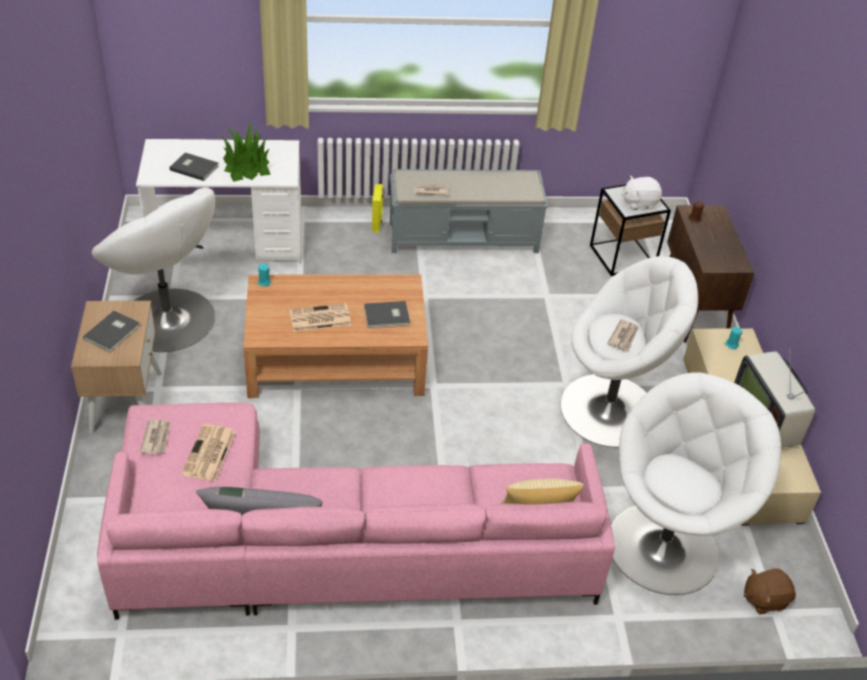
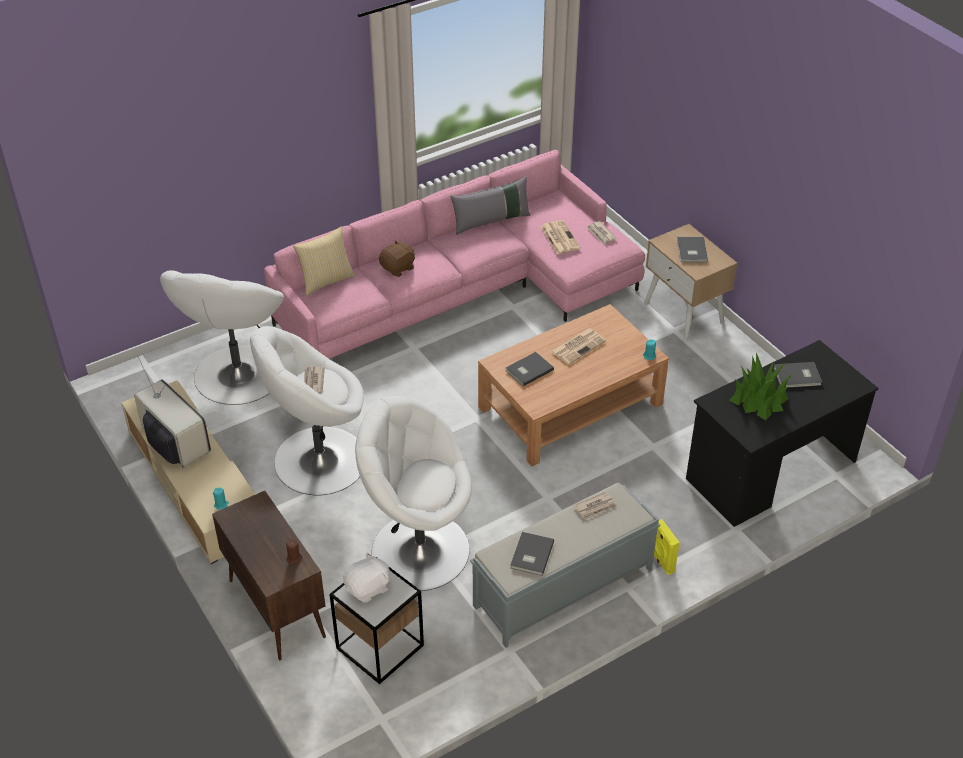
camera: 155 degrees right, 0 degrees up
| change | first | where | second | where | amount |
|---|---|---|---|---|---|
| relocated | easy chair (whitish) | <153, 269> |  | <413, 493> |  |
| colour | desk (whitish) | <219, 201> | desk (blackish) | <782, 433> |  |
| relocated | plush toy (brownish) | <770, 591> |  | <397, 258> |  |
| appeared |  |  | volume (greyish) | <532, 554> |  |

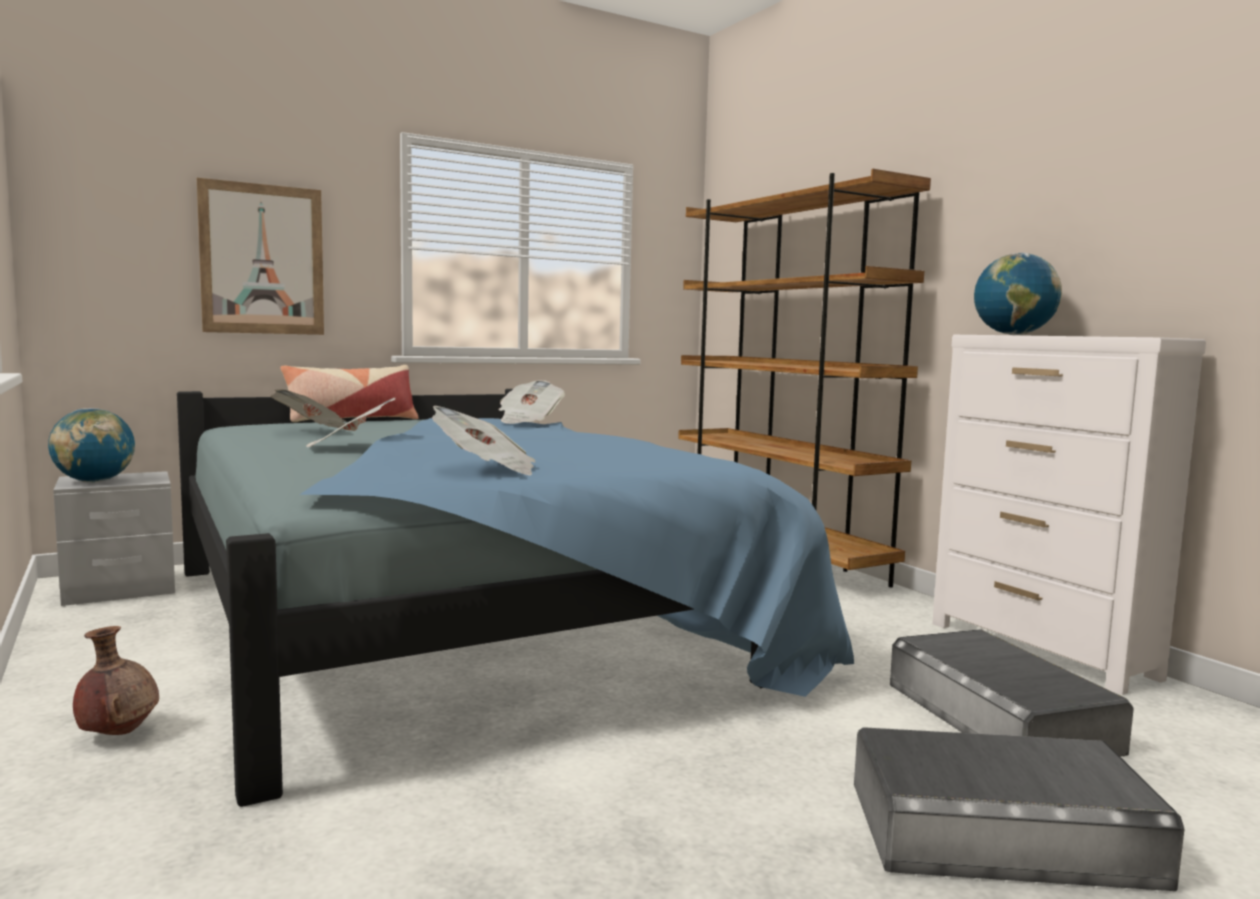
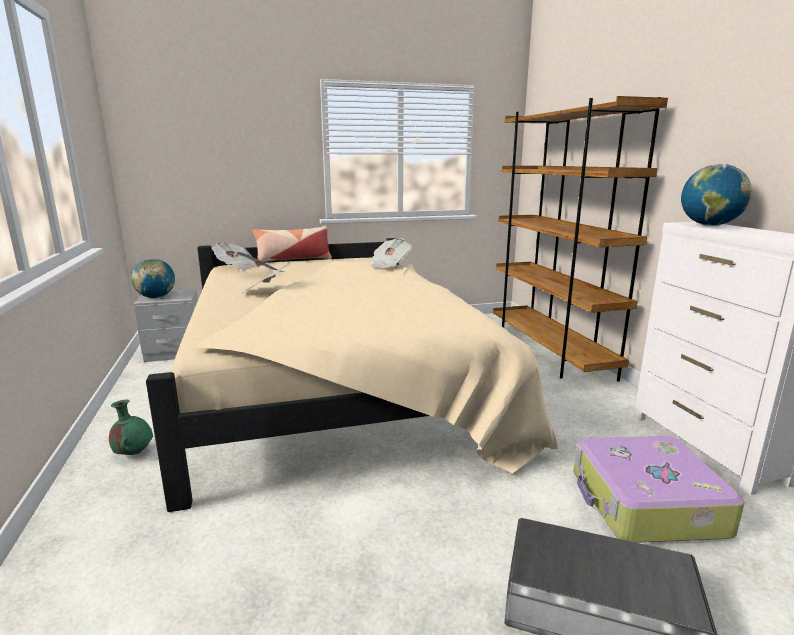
camera: 15 degrees right, 10 degrees up
| change | first | where | second | where | amount |
|---|---|---|---|---|---|
| colour | vase (brownish) | <116, 680> | vase (green) | <131, 427> |  |
| colour | bedroom bed (blue-coloured) | <515, 598> | bedroom bed (beige-coloured) | <352, 375> |  |
| missing | wall art | <260, 256> |  |  |  |
| relocated | printed paper | <483, 440> |  | <234, 256> |  |
| exchanged | storage bin (greyish) | <1012, 693> | suitcase | <659, 489> |  |

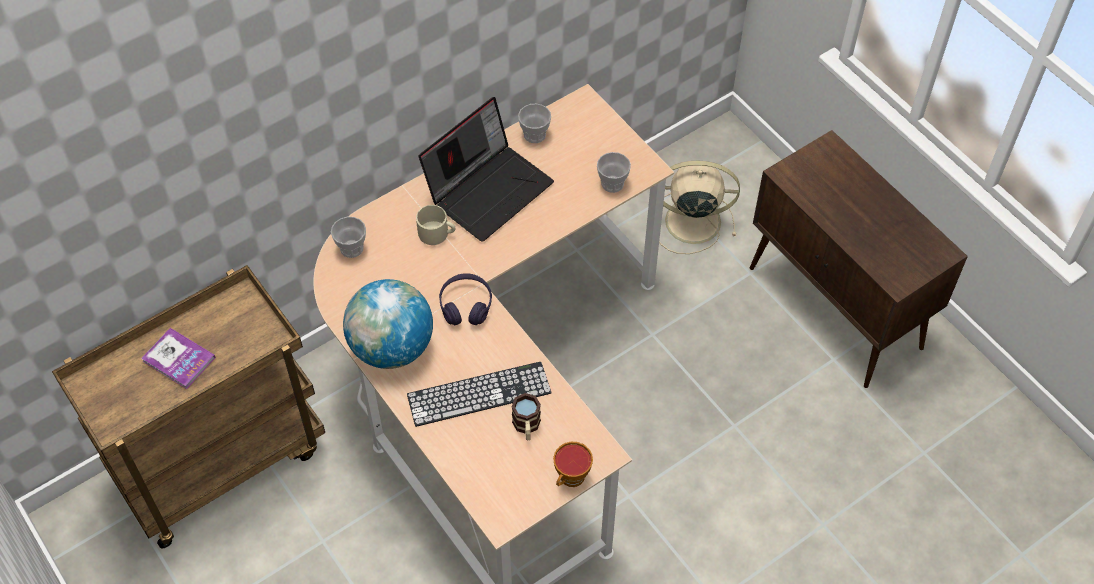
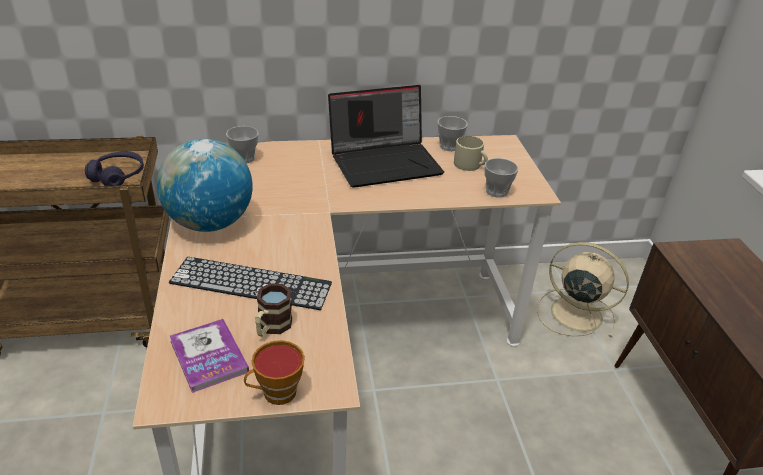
camera: 25 degrees right, 20 degrees down
| change | first | where | second | where | amount |
|---|---|---|---|---|---|
| relocated | volume | <178, 358> |  | <209, 356> |  |
| relocated | coffee mug (beige-coloured) | <435, 225> |  | <471, 153> |  |
| relocated | pair of headphones (purple) | <465, 299> |  | <114, 168> |  |

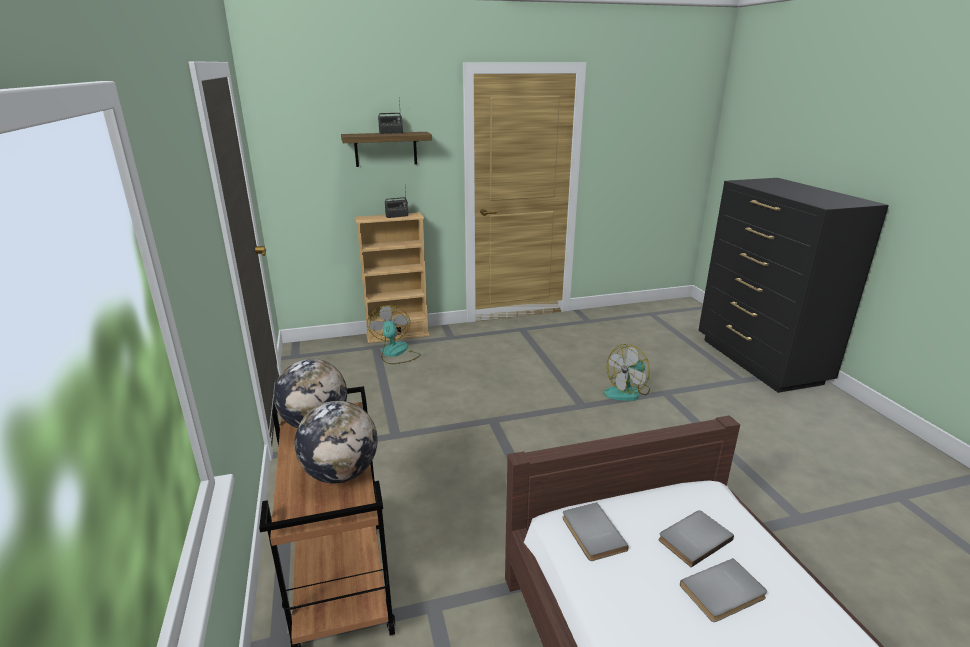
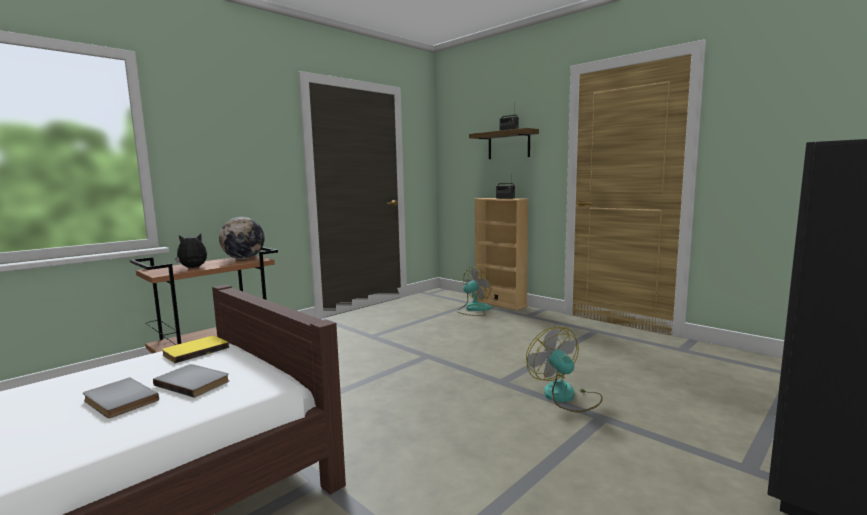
camera: 60 degrees right, 15 degrees down
| change | first | where | second | where | amount |
|---|---|---|---|---|---|
| exchanged | desk globe | <336, 442> | plush toy | <191, 251> |  |
| colour | volume (greyish) | <595, 532> | volume (yellow) | <195, 349> |  |
| spun | fan | <626, 372> |  | <564, 370> | 45 degrees clockwise |

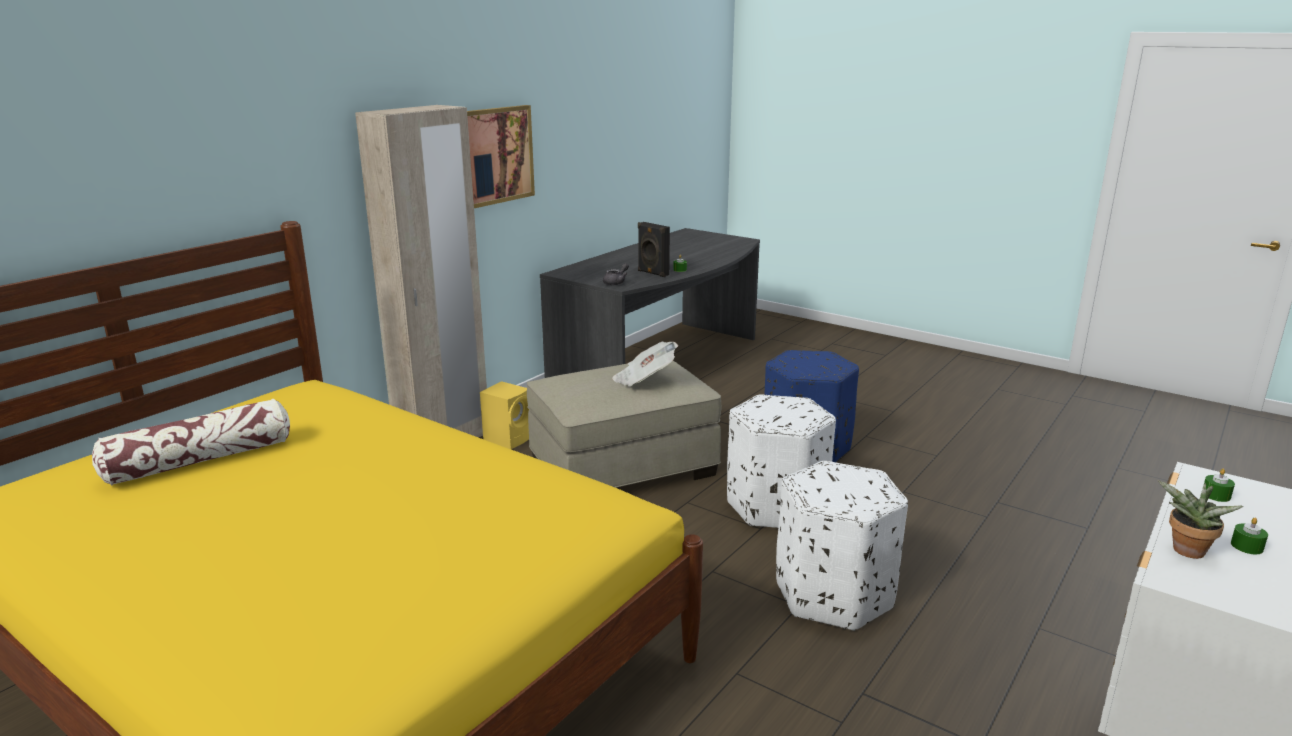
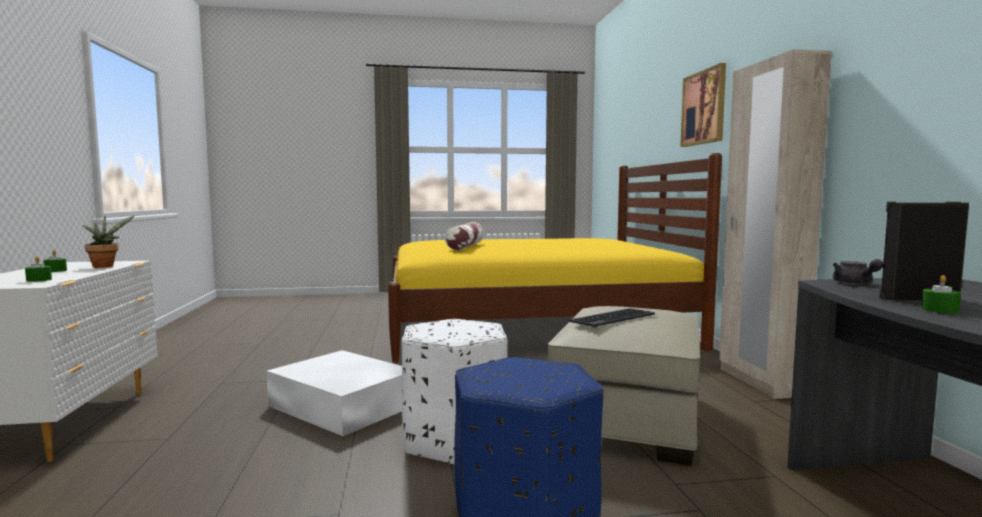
camera: 135 degrees right, 15 degrees down
| change | first | where | second | where | amount |
|---|---|---|---|---|---|
| relocated | throw pillow | <191, 442> |  | <464, 236> |  |
| relocated | wall art | <501, 156> |  | <703, 105> |  |
| missing | speaker (yellow) | <504, 415> |  |  |  |
| exchanged | printed paper | <645, 364> | PC keyboard | <612, 317> |  |
| exchanged | pouffe (whitish) | <842, 546> | storage bin (whitish) | <334, 393> |  |

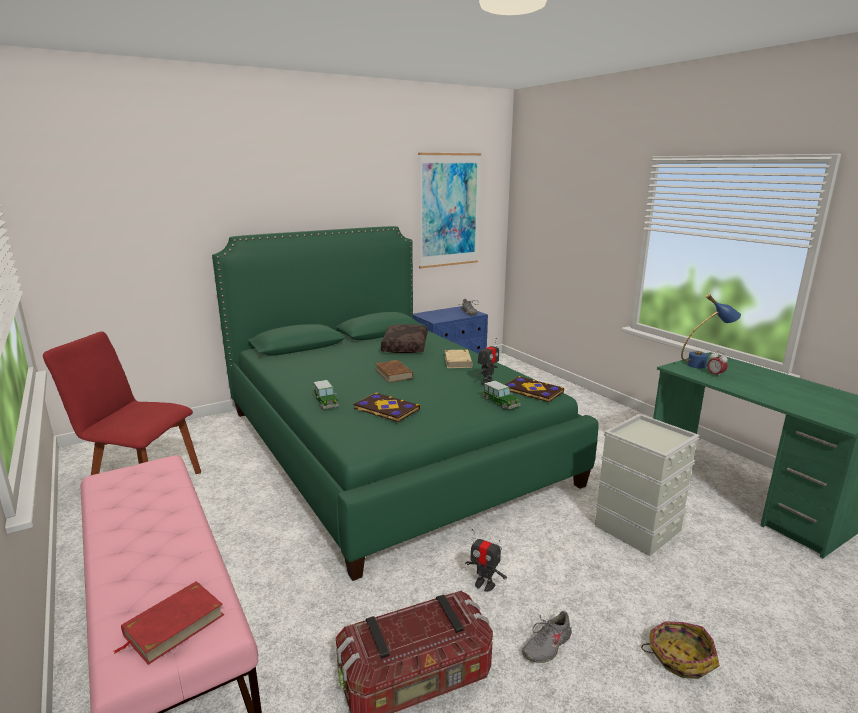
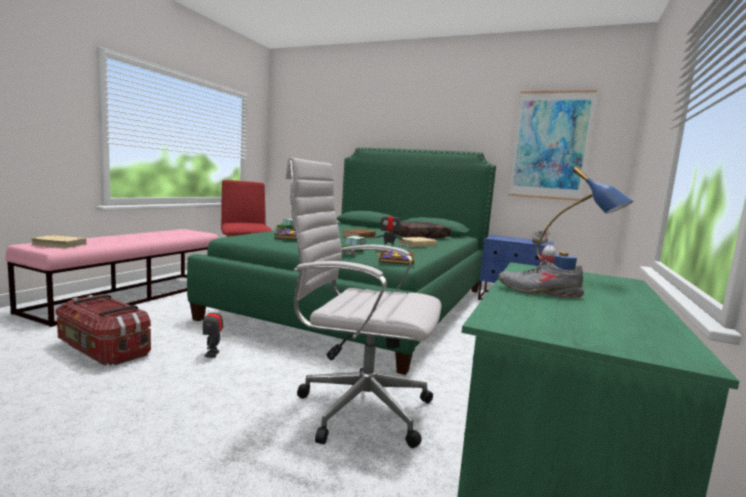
camera: 55 degrees right, 10 degrees down
| change | first | where | second | where | amount |
|---|---|---|---|---|---|
| colour | volume (red-coloured) | <169, 623> | volume (beige-coloured) | <58, 242> |  |
| relocated | item of footwear (greyish) | <548, 637> |  | <541, 278> |  |
| exchanged | storage bin (greyish) | <647, 485> | office chair (whitish) | <363, 302> |  |
| missing | basket | <680, 650> |  |  |  |

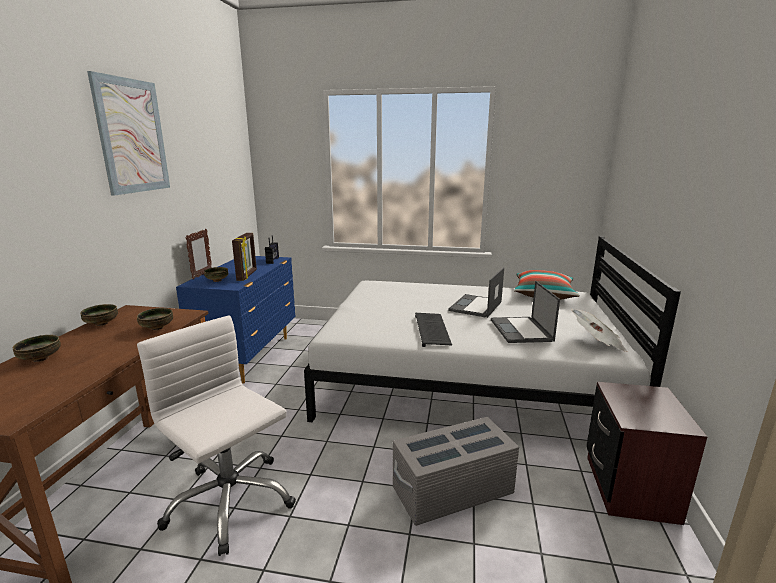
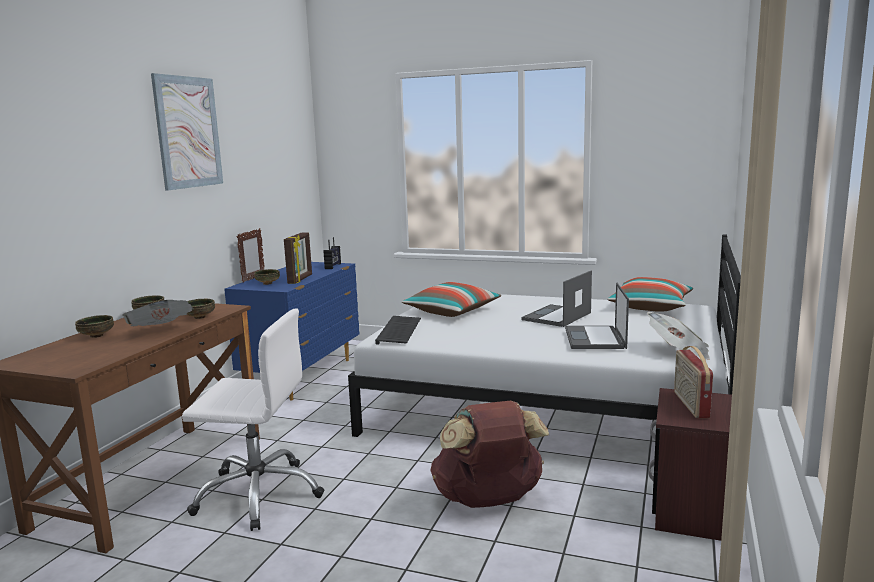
camera: 10 degrees right, 5 degrees down
| change | first | where | second | where | amount |
|---|---|---|---|---|---|
| spun | office chair (whitish) | <216, 435> |  | <253, 420> | 135 degrees clockwise |
| exchanged | storage bin (greyish) | <456, 471> | backpack (brownish) | <489, 454> |  |
| relocated | PC keyboard | <433, 330> |  | <398, 330> |  |
| appeared |  |  | printed paper | <158, 313> |  |
| appeared |  |  | throw pillow | <451, 299> |  |
| appeared |  |  | radio | <693, 382> |  |

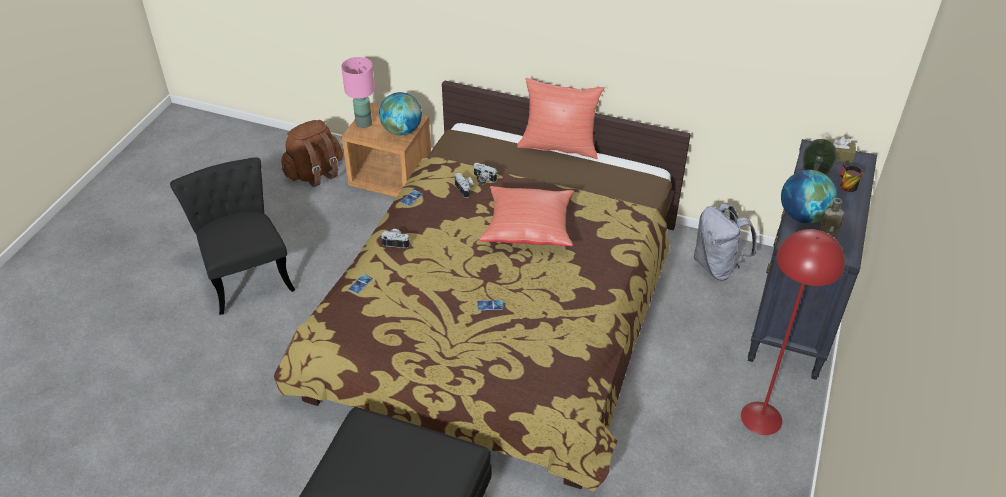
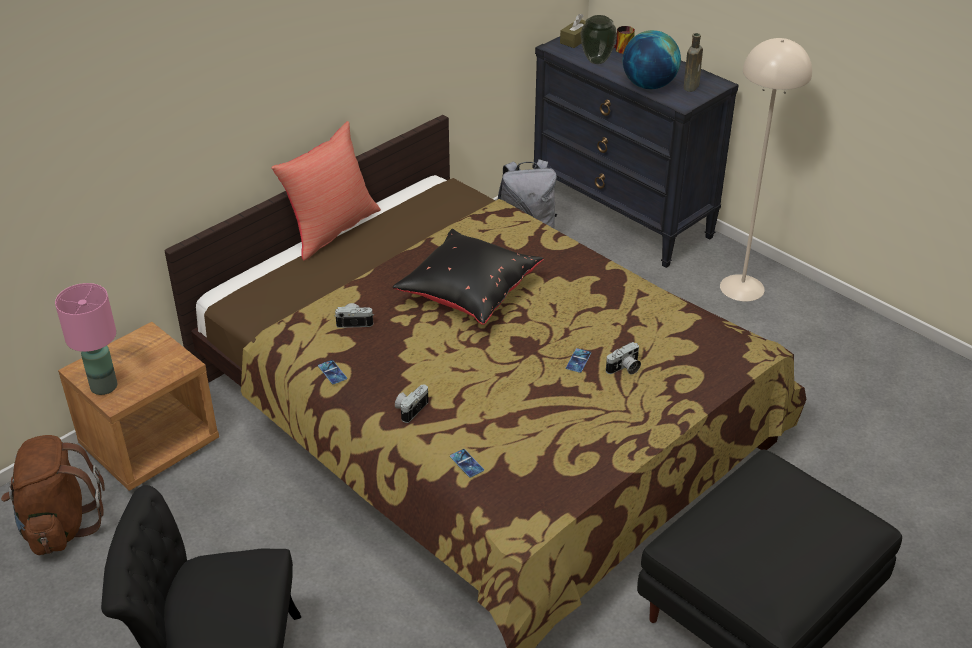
camera: 65 degrees left, 5 degrees down
| change | first | where | second | where | amount |
|---|---|---|---|---|---|
| missing | desk globe | <400, 113> |  |  |  |
| relocated | still camera | <485, 173> |  | <623, 358> |  |
| colour | throw pillow (red-coloured) | <526, 216> | throw pillow (blackish) | <468, 277> |  |
| colour | standard lamp (red-coloured) | <793, 332> | standard lamp (beige-coloured) | <766, 169> |  |

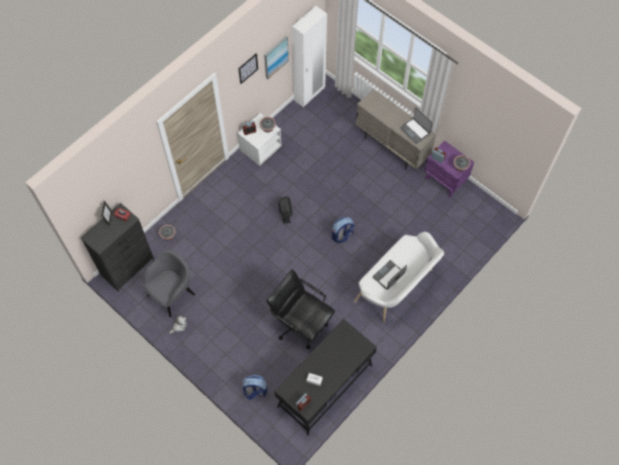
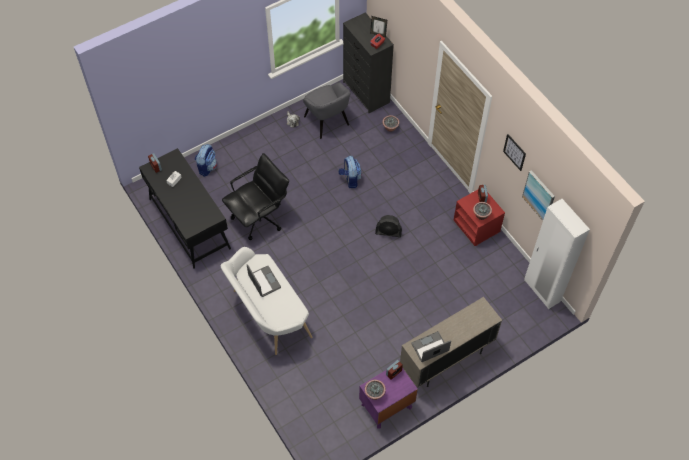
camera: 105 degrees right, 5 degrees down
| change | first | where | second | where | amount |
|---|---|---|---|---|---|
| colour | night table (whitish) | <260, 139> | night table (red-coloured) | <479, 218> |  |
| relocated | backpack | <343, 230> |  | <350, 172> |  |

